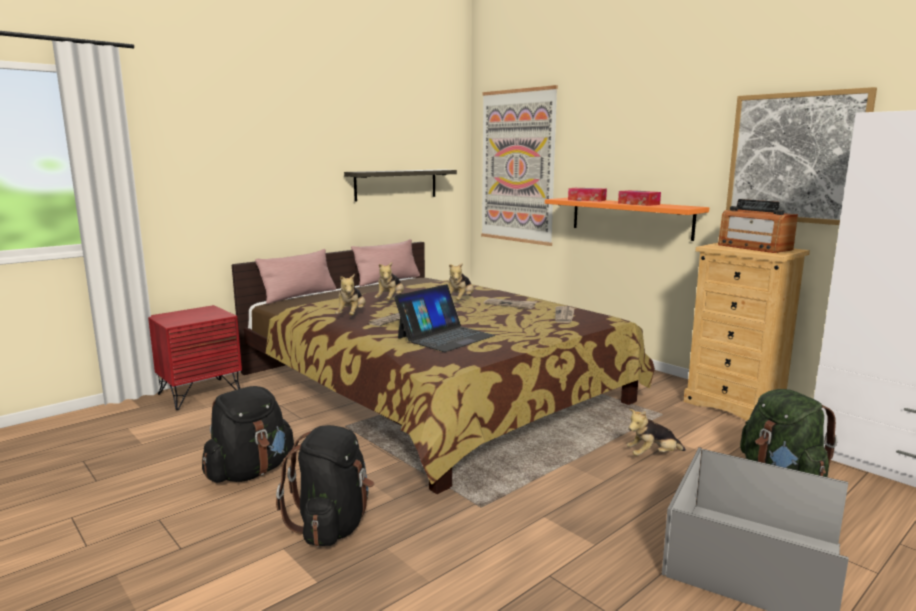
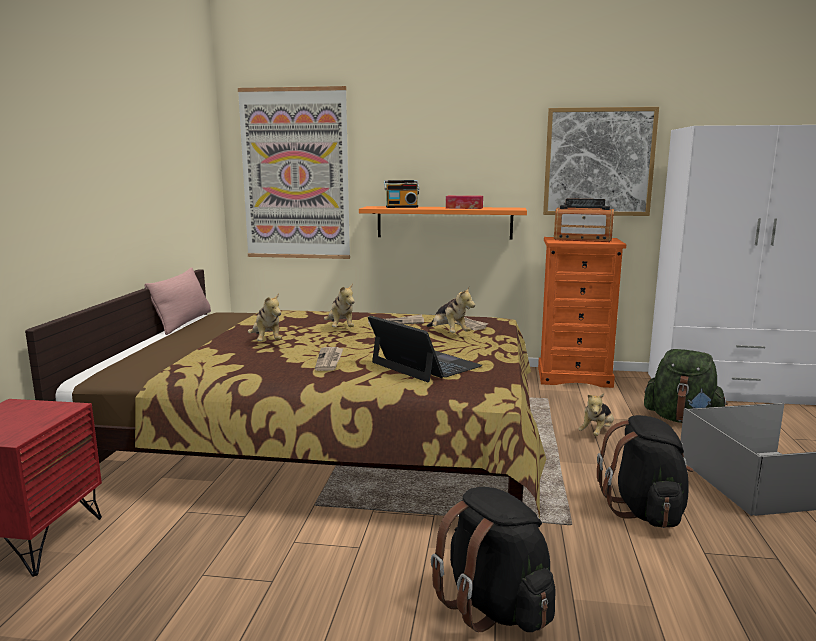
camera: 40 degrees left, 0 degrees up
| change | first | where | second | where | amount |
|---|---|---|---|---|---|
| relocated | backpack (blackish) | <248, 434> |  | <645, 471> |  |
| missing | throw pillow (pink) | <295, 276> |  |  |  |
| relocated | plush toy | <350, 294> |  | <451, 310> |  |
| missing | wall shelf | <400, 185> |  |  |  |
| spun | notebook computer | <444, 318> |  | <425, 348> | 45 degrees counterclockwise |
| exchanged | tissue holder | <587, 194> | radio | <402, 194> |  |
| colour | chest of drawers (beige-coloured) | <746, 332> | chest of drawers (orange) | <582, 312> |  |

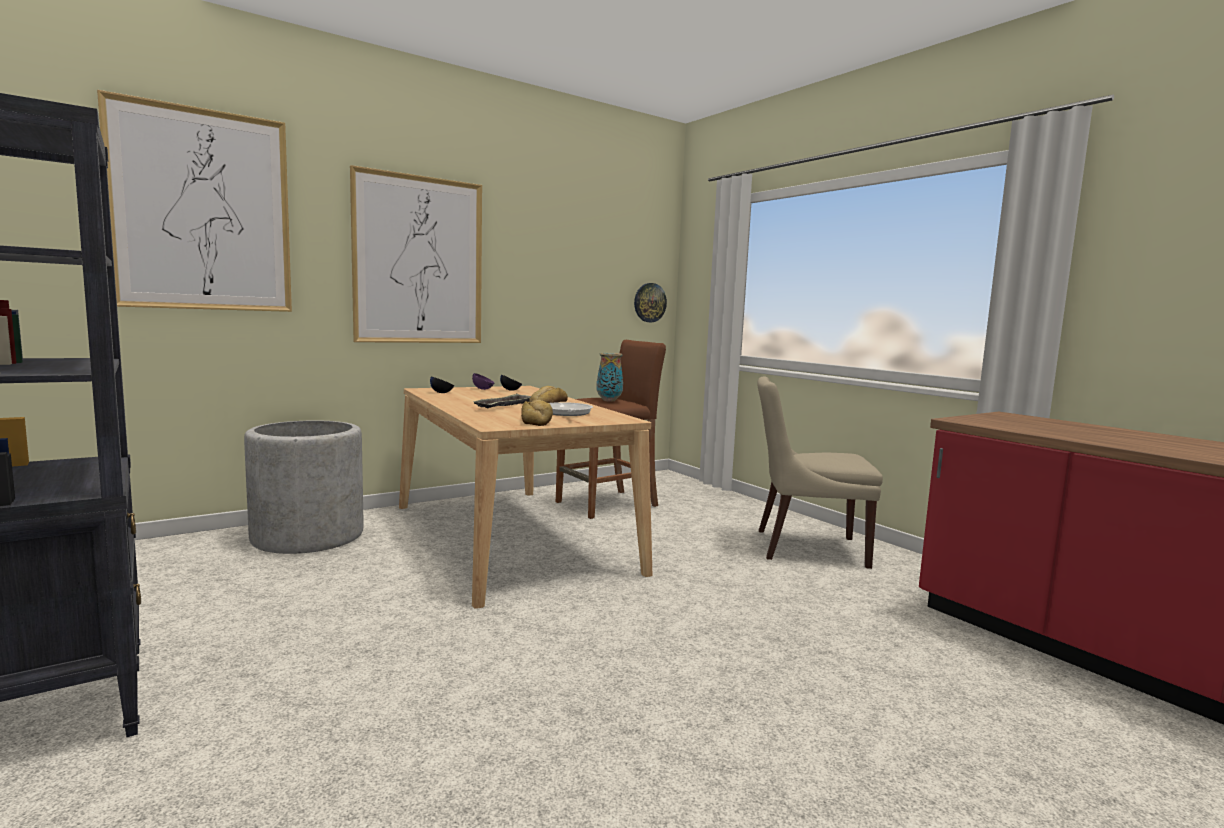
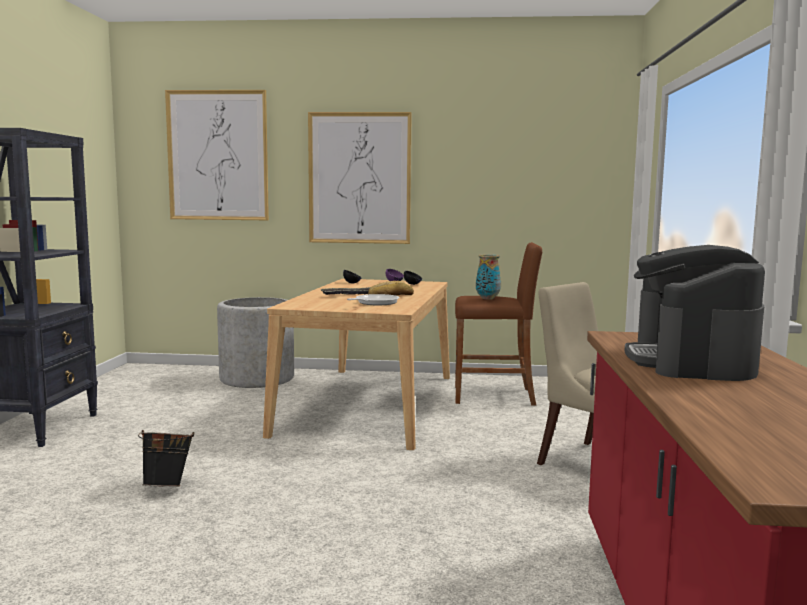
camera: 40 degrees right, 0 degrees up
| change | first | where | second | where | amount |
|---|---|---|---|---|---|
| missing | baked bread | <537, 413> |  |  |  |
| missing | clock on the wall | <650, 302> |  |  |  |
| appeared |  |  | bucket (blackish) | <166, 458> |  |
| appeared |  |  | coffee maker | <694, 313> |  |

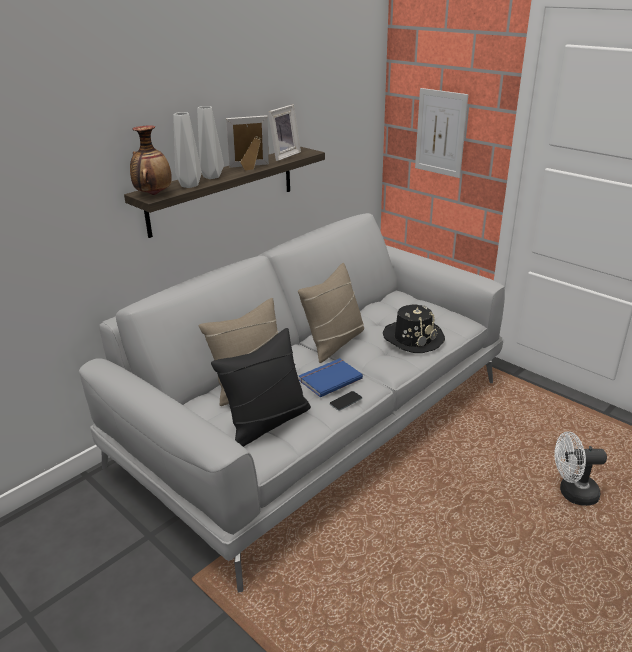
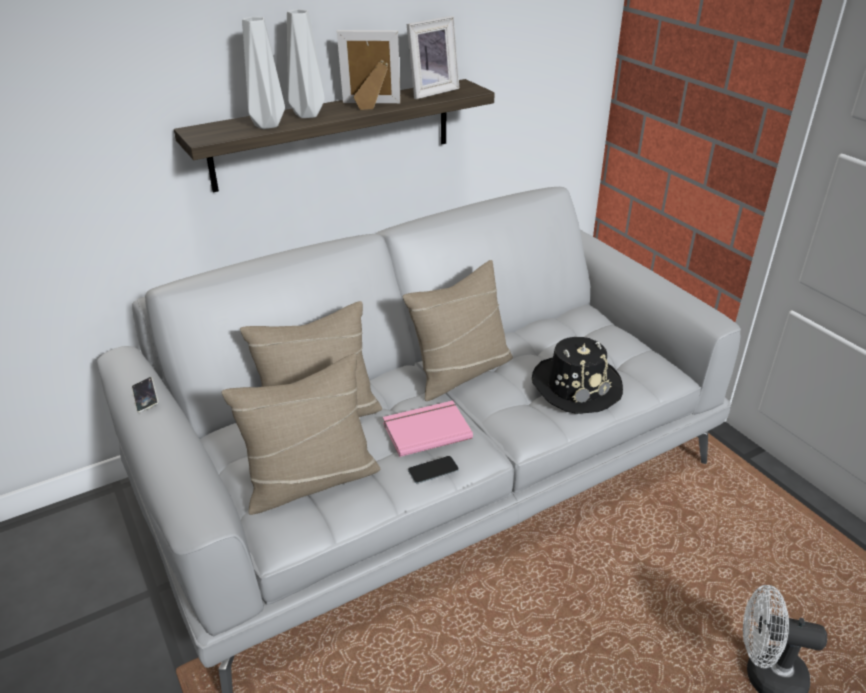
camera: 15 degrees right, 5 degrees up
| change | first | where | second | where | amount |
|---|---|---|---|---|---|
| missing | vase | <151, 160> |  |  |  |
| colour | throw pillow (blackish) | <261, 387> | throw pillow (beige-coloured) | <300, 434> |  |
| colour | volume (blue-coloured) | <331, 377> | volume (pink) | <428, 428> |  |
| missing | wall art | <441, 133> |  |  |  |
| appeared |  |  | telephone | <145, 395> |  |

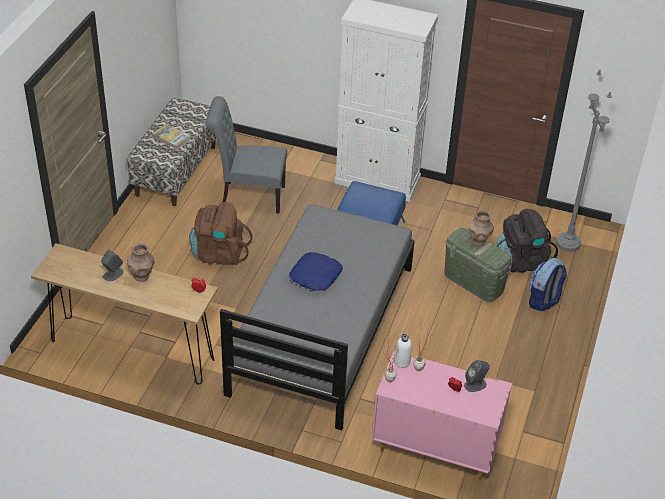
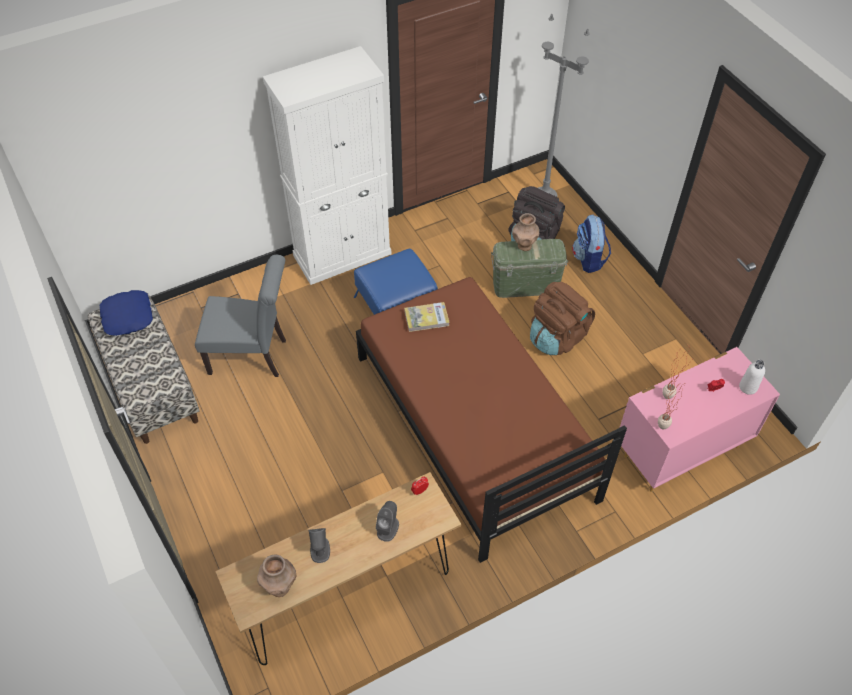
camera: 45 degrees left, 10 degrees up
| change | first | where | second | where | amount |
|---|---|---|---|---|---|
| relocated | vase (brownish) | <141, 262> |  | <277, 576> |  |
| relocated | volume | <171, 137> |  | <427, 317> |  |
| relocated | backpack (brownish) | <220, 233> |  | <562, 318> |  |
| spun | plain chair (greyish) | <246, 155> |  | <240, 316> | 135 degrees counterclockwise |
| colour | bedroom bed (greyish) | <317, 317> | bedroom bed (brownish) | <491, 420> |  |
| relocated | throw pillow (blue-coloured) | <316, 271> |  | <126, 313> |  |
| relocated | bottle (whitish) | <403, 351> |  | <752, 377> |  |
| relocated | speaker (greyish) | <477, 376> |  | <387, 521> |  |

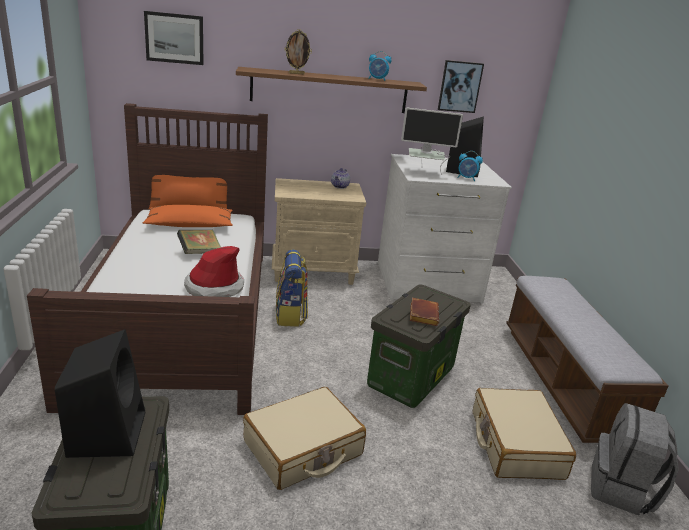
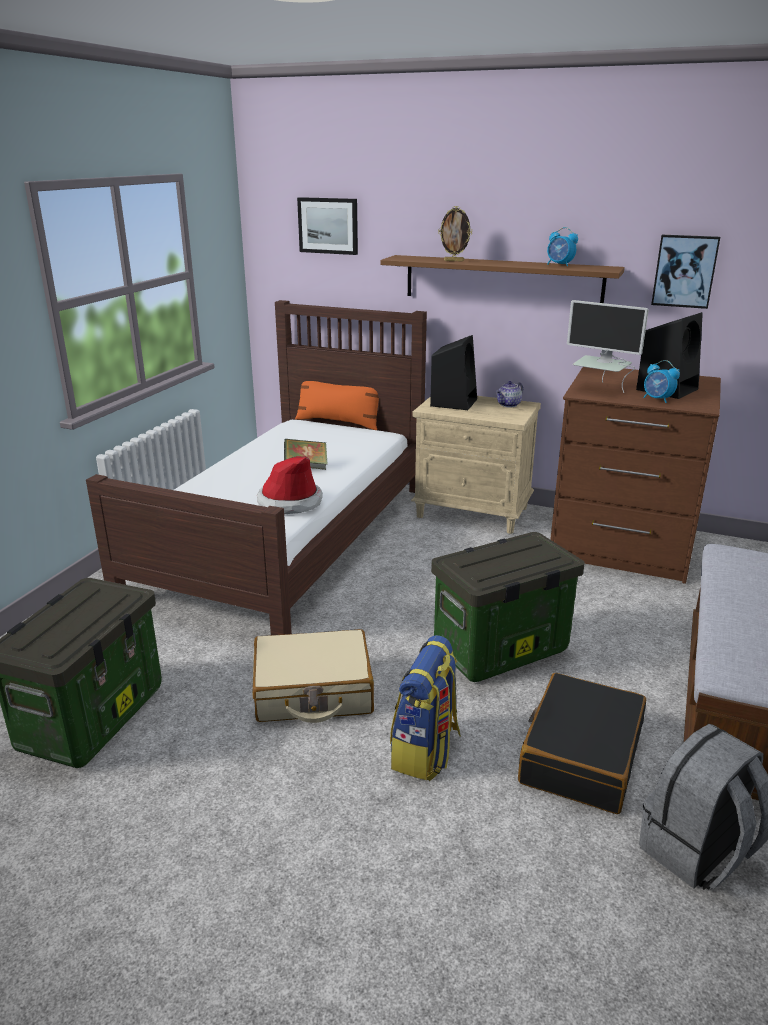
camera: 30 degrees right, 0 degrees up
| change | first | where | second | where | amount |
|---|---|---|---|---|---|
| relocated | speaker (blackish) | <100, 393> |  | <453, 372> |  |
| missing | throw pillow (orange) | <188, 216> |  |  |  |
| relocated | backpack | <292, 288> |  | <425, 708> |  |
| colour | chest of drawers (whitish) | <445, 229> | chest of drawers (brownish) | <635, 475> |  |
| missing | volume (brownish) | <424, 312> |  |  |  |
| colour | suitcase (beige-coloured) | <524, 434> | suitcase (blackish) | <582, 743> |  |

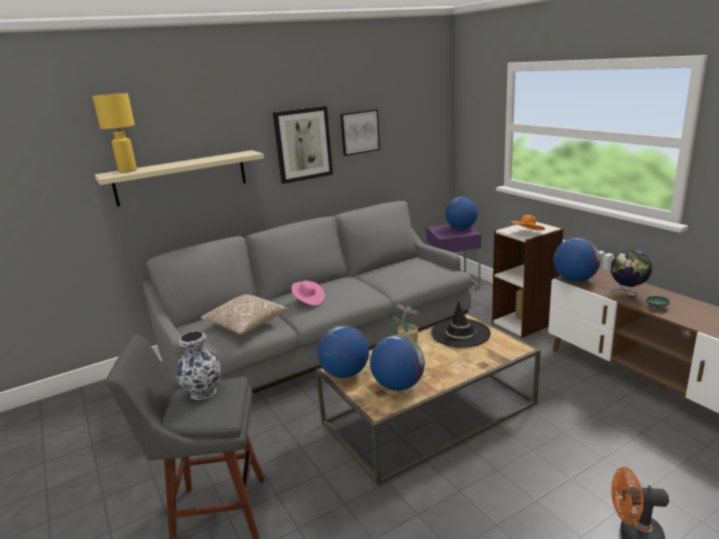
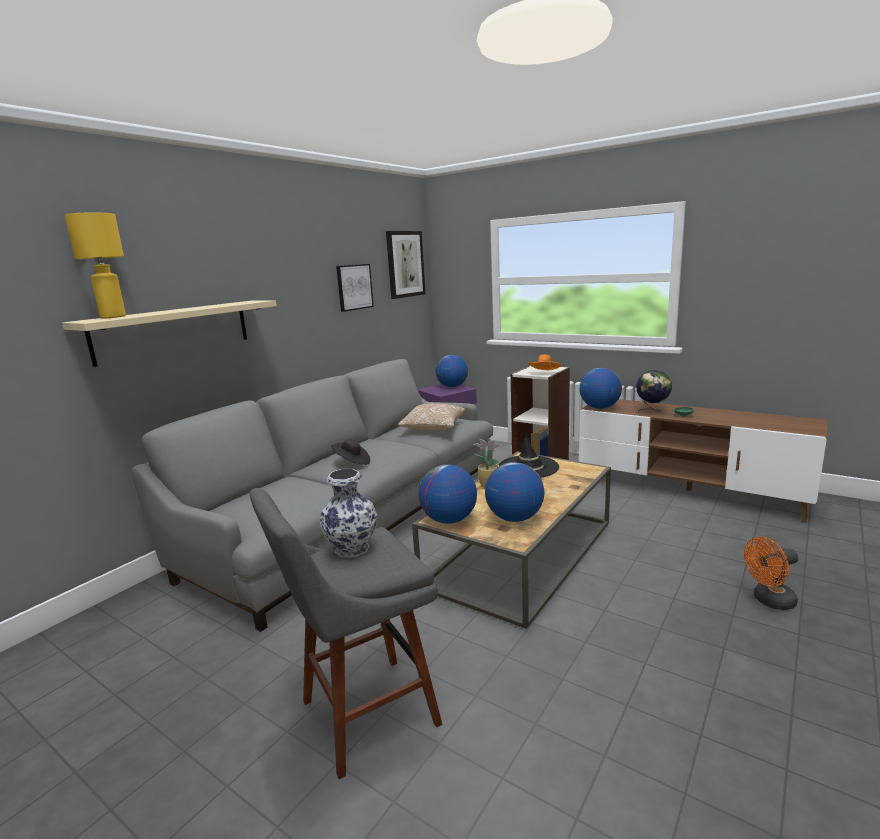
camera: 25 degrees left, 5 degrees down
| change | first | where | second | where | amount |
|---|---|---|---|---|---|
| relocated | throw pillow | <243, 314> |  | <432, 416> |  |
| relocated | wall art | <303, 145> |  | <405, 265> |  |
| colour | wearable hat (pink) | <308, 292> | wearable hat (blackish) | <350, 452> |  |

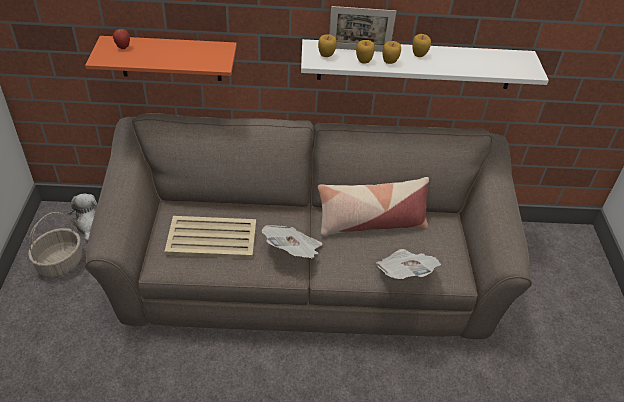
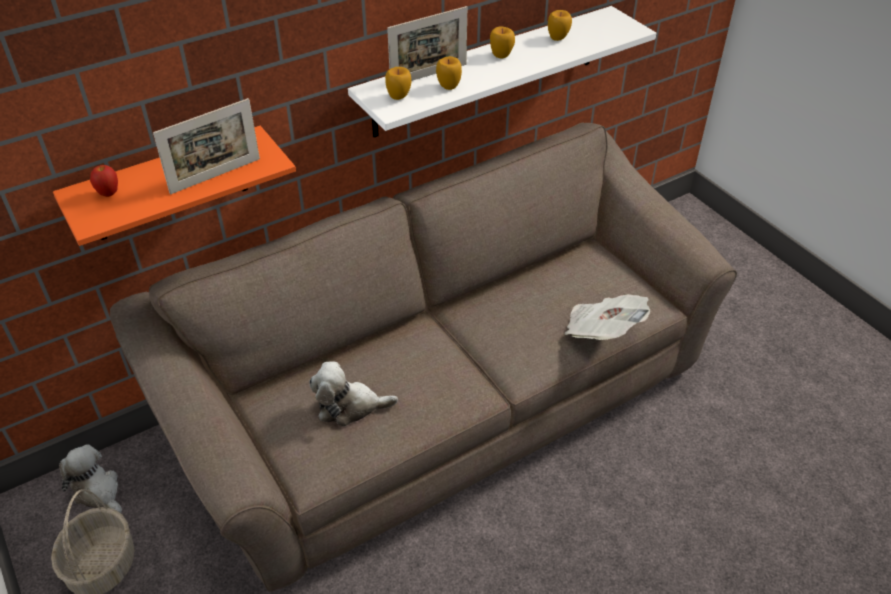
camera: 30 degrees left, 0 degrees up
| change | first | where | second | where | amount |
|---|---|---|---|---|---|
| exchanged | serving tray (beige-coloured) | <210, 237> | plush toy | <353, 394> |  |
| missing | printed paper | <292, 241> |  |  |  |
| missing | throw pillow | <373, 206> |  |  |  |
| relocated | whole apple | <391, 52> |  | <560, 25> |  |
| appeared |  |  | picture frame | <206, 146> |  |

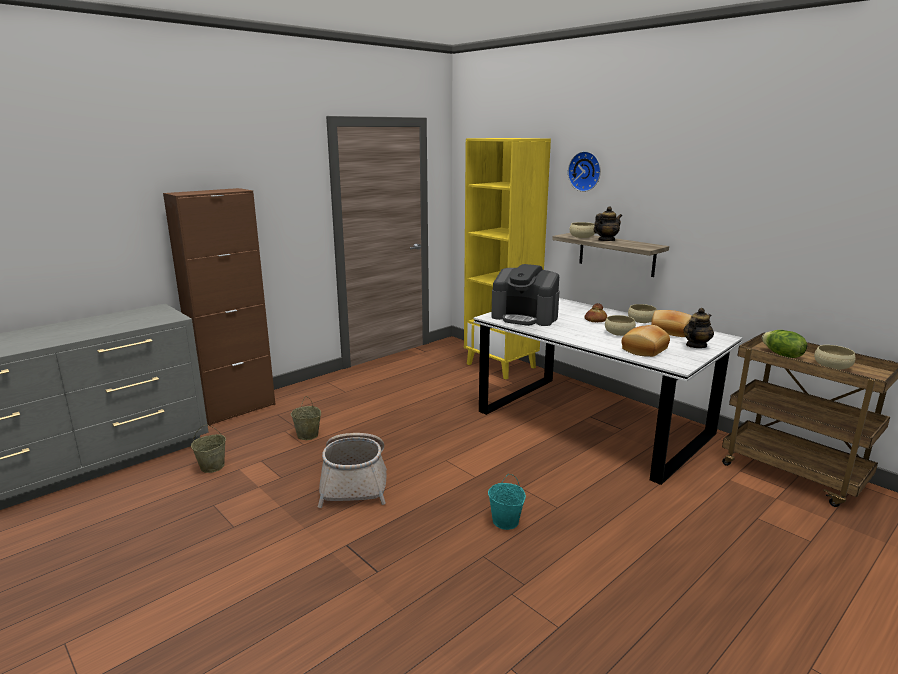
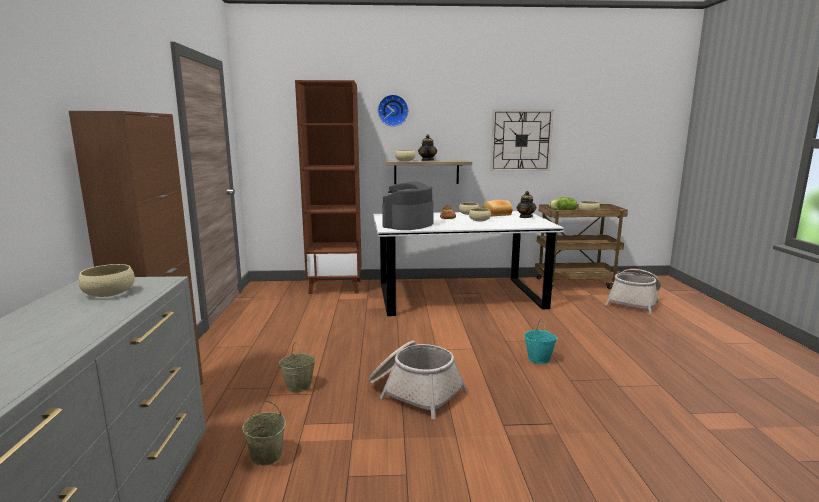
camera: 50 degrees left, 5 degrees down
| change | first | where | second | where | amount |
|---|---|---|---|---|---|
| colour | shelving unit (yellow) | <507, 258> | shelving unit (brownish) | <328, 187> |  |
| spun | coffee maker | <525, 295> |  | <407, 206> | 150 degrees clockwise |
| missing | baked bread | <646, 341> |  |  |  |
| appeared |  |  | deep dish (beige-coloured) | <106, 280> |  |
| appeared |  |  | clock on the wall | <522, 140> |  |
| appeared |  |  | basket | <633, 291> |  |

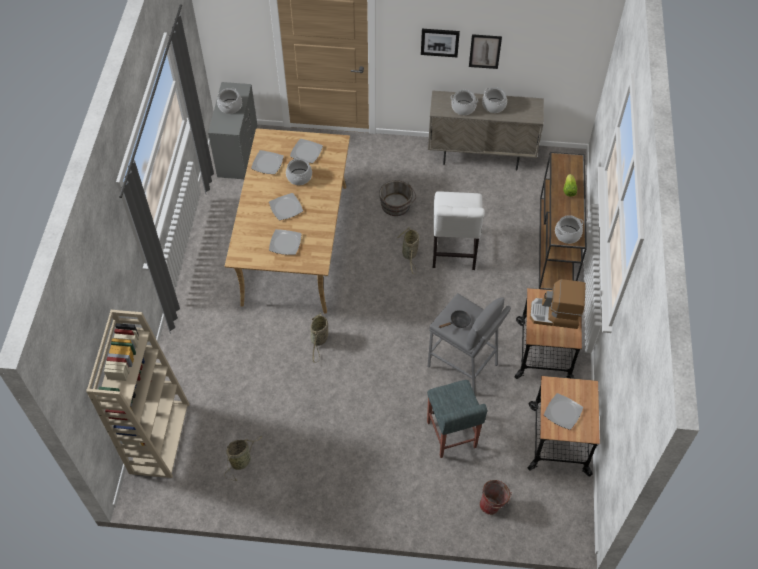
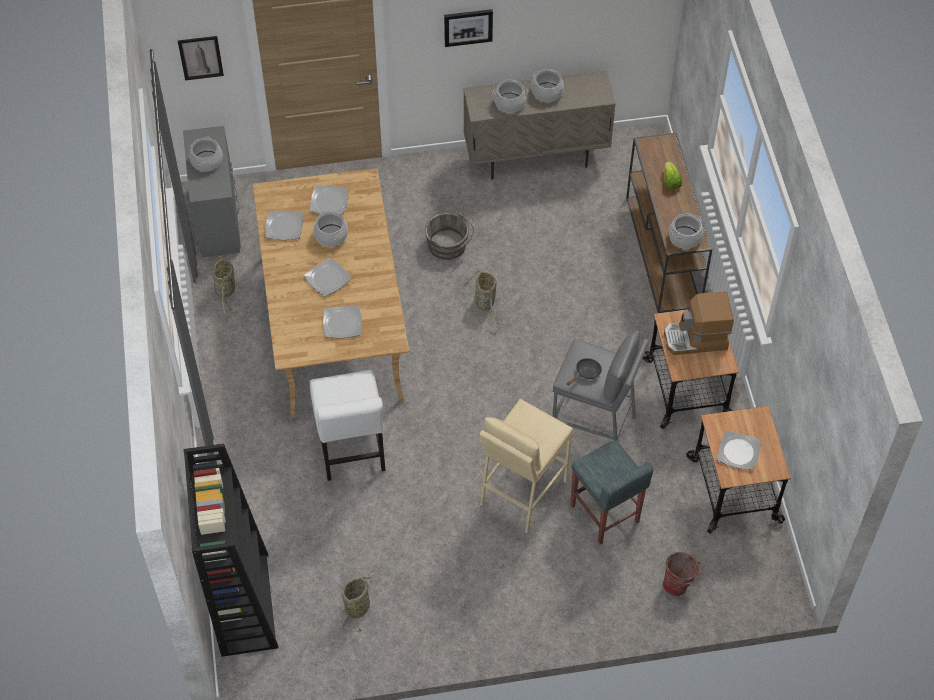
camera: 15 degrees left, 0 degrees up
| change | first | where | second | where | amount |
|---|---|---|---|---|---|
| colour | shelving unit (beige-coloured) | <137, 394> | shelving unit (blackish) | <230, 550> |  |
| relocated | basket | <319, 337> |  | <222, 286> |  |
| relocated | plain chair (whitish) | <459, 230> |  | <348, 425> |  |
| relocated | wall art | <485, 51> |  | <201, 58> |  |
| appeared |  |  | sitting stool (beige-coloured) | <526, 466> |  |

